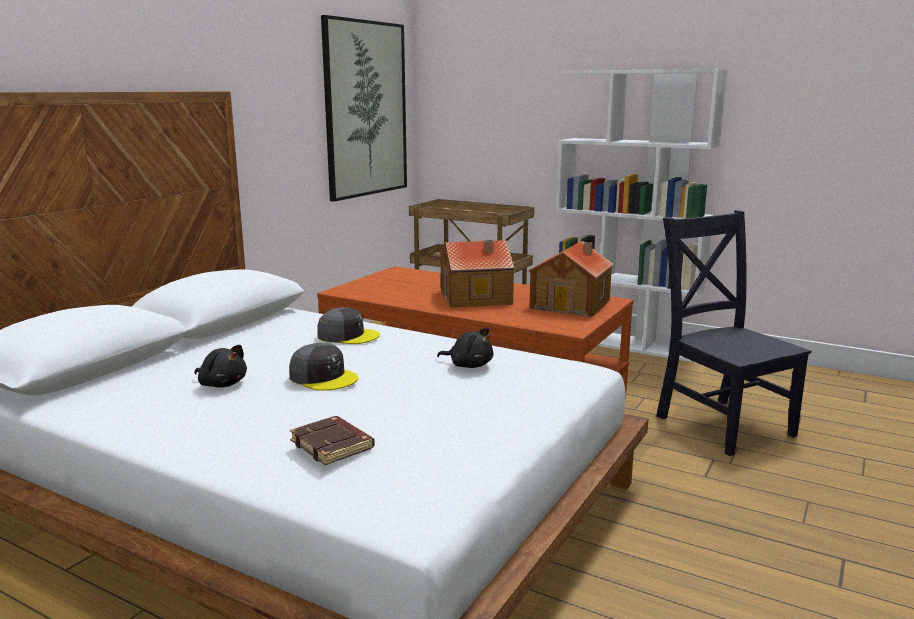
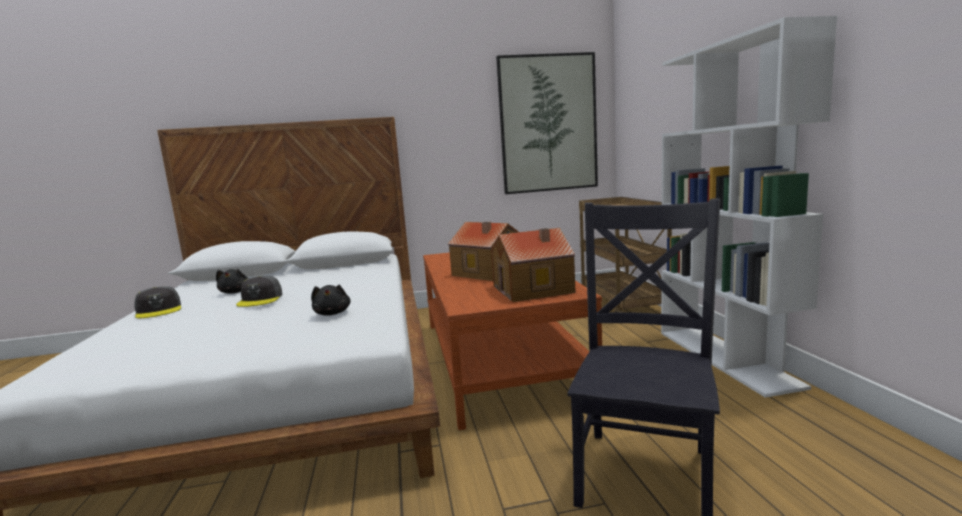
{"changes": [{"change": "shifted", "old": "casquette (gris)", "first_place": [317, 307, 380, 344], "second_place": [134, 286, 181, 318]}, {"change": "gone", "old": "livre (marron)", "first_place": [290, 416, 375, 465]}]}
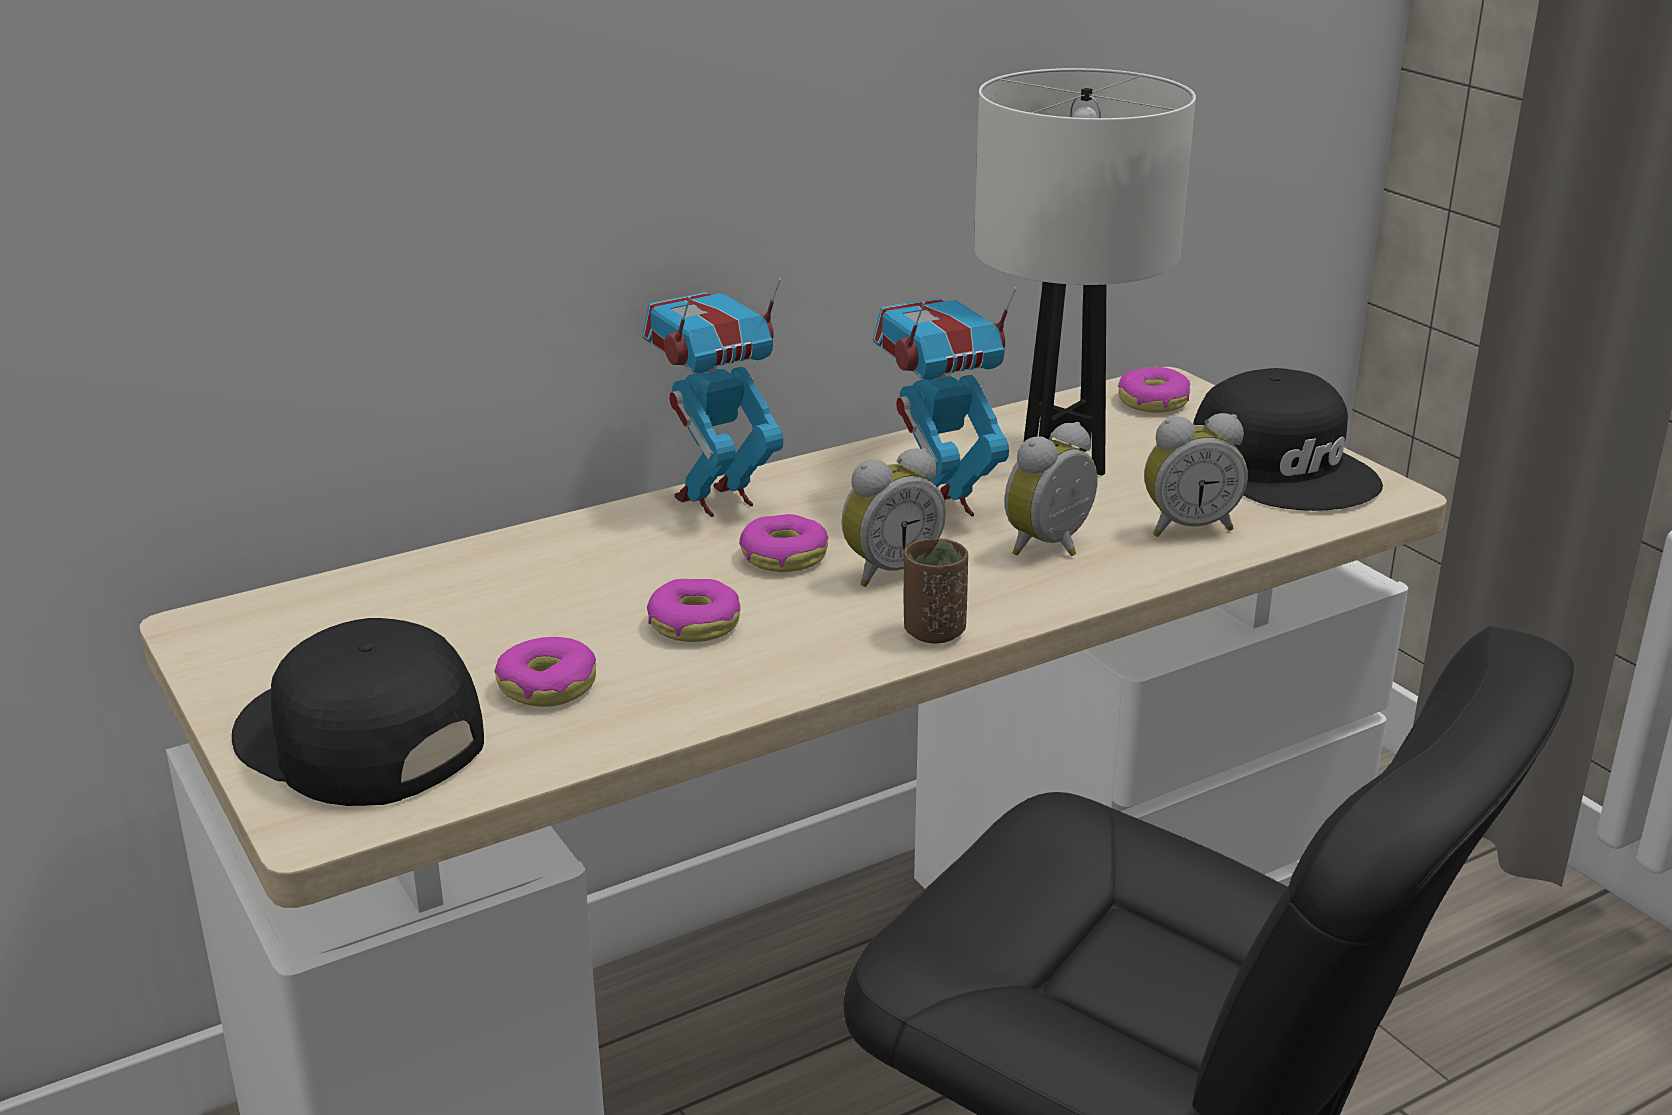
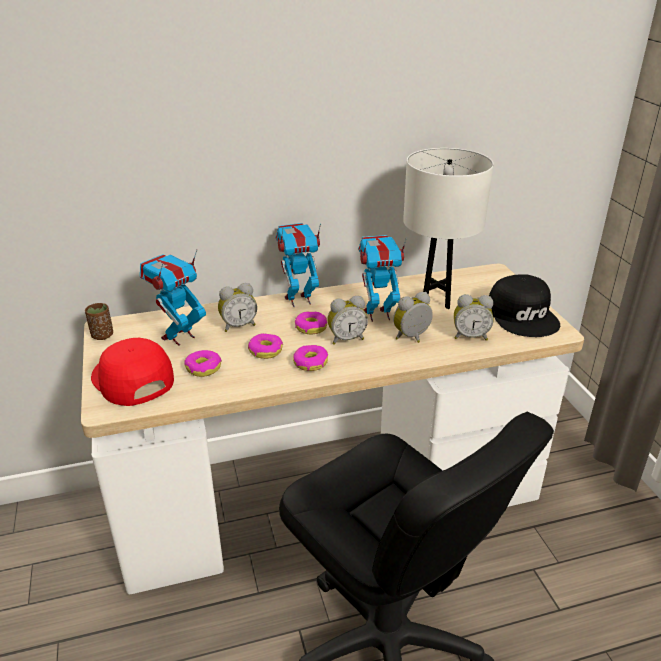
{"changes": [{"change": "shifted", "old": "tasse (marron)", "first_place": [904, 538, 968, 643], "second_place": [85, 303, 113, 340]}, {"change": "repainted", "old": "casquette (noir)", "new": "casquette (rouge)", "first_place": [232, 618, 484, 806], "second_place": [91, 338, 174, 406]}, {"change": "new", "new": "robot jouet", "second_place": [140, 250, 206, 346]}, {"change": "new", "new": "réveil", "second_place": [218, 283, 257, 332]}, {"change": "shifted", "old": "beignet", "first_place": [1118, 367, 1190, 413], "second_place": [293, 345, 328, 371]}]}
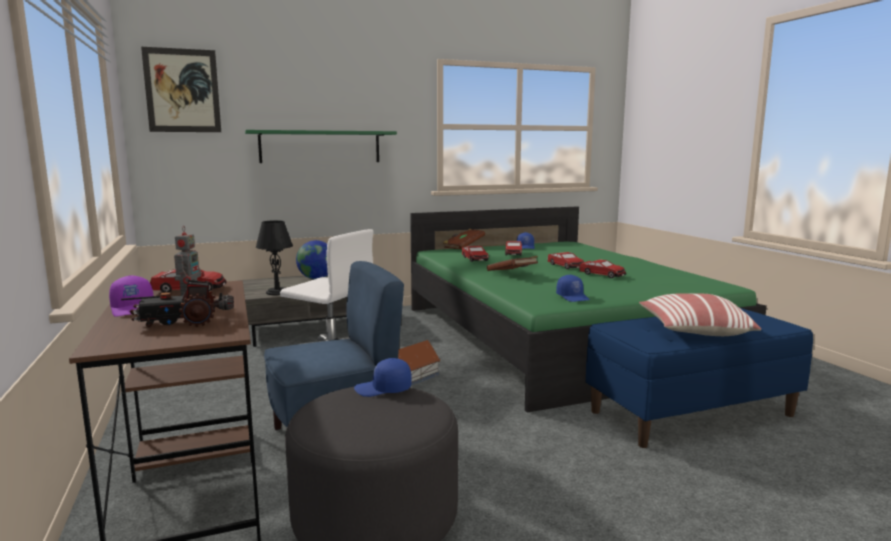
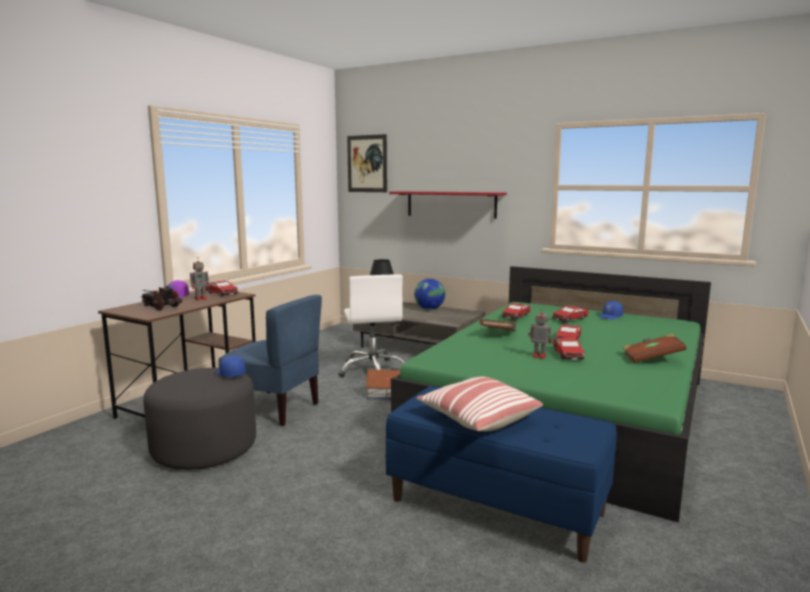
{"changes": [{"change": "repainted", "old": "étagère (vert)", "new": "étagère (rouge)", "first_place": [245, 130, 397, 163], "second_place": [389, 191, 507, 219]}, {"change": "new", "new": "robot jouet", "second_place": [528, 310, 551, 359]}, {"change": "shifted", "old": "livre (marron)", "first_place": [443, 229, 485, 250], "second_place": [623, 334, 686, 363]}, {"change": "gone", "old": "casquette (bleu)", "first_place": [556, 275, 590, 302]}]}
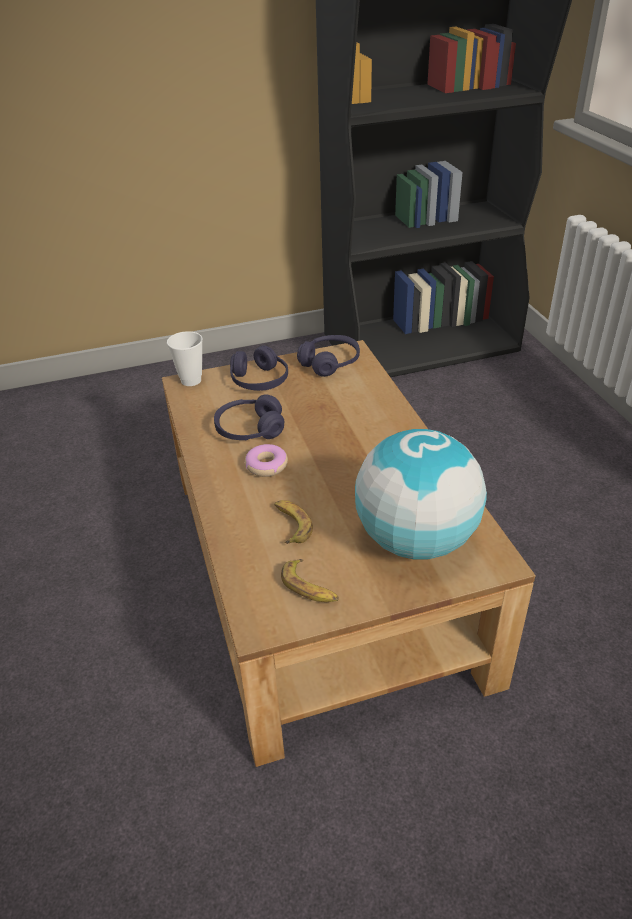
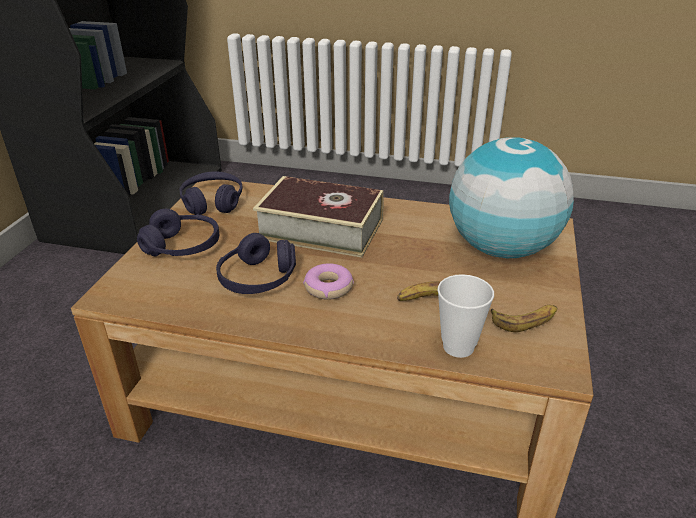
{"changes": [{"change": "new", "new": "livre", "second_place": [253, 176, 384, 258]}, {"change": "shifted", "old": "tasse", "first_place": [167, 331, 203, 386], "second_place": [437, 274, 494, 358]}]}
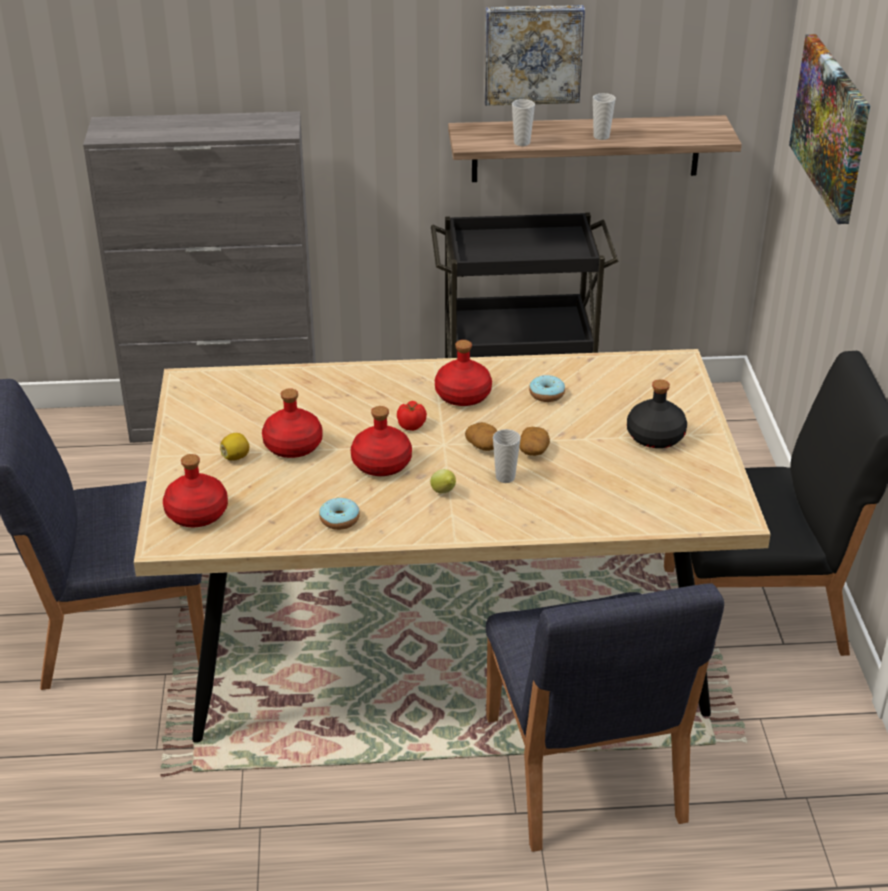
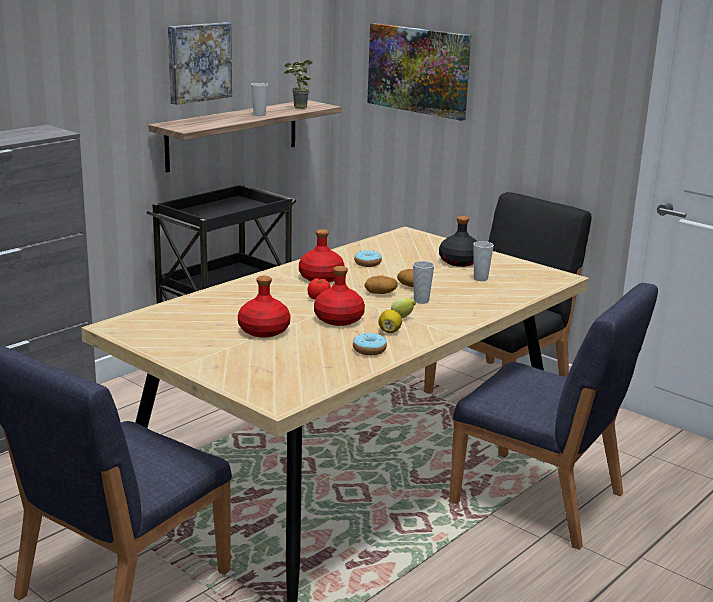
{"changes": [{"change": "new", "new": "plante en pot", "second_place": [284, 60, 312, 109]}, {"change": "shifted", "old": "citron", "first_place": [220, 433, 249, 461], "second_place": [379, 310, 402, 333]}, {"change": "shifted", "old": "tasse", "first_place": [512, 99, 535, 146], "second_place": [473, 241, 494, 281]}, {"change": "gone", "old": "bouteille (rouge)", "first_place": [163, 454, 228, 527]}]}
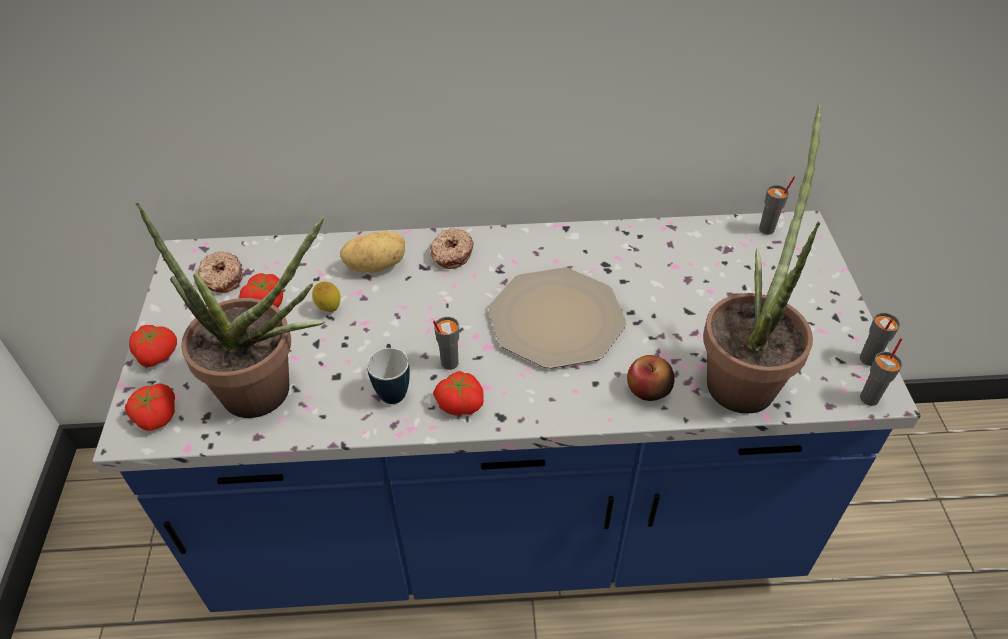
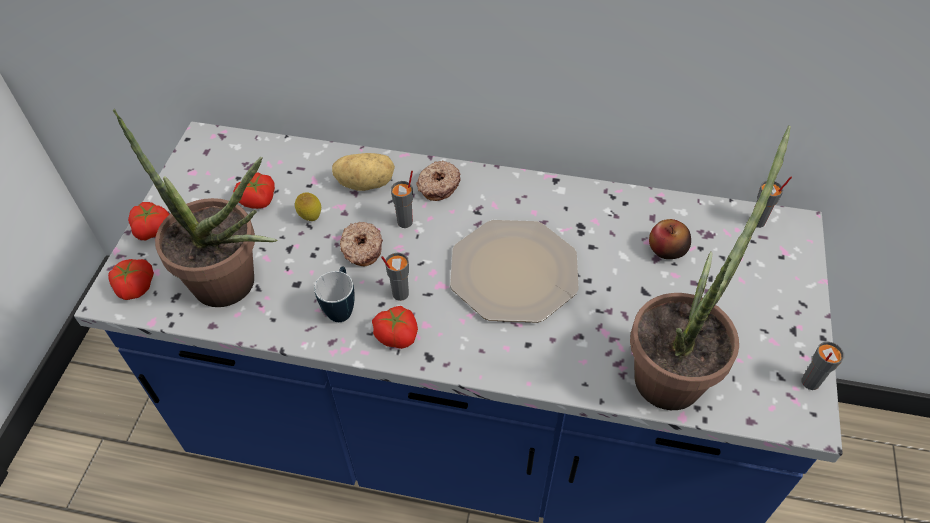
{"changes": [{"change": "shifted", "old": "beignet", "first_place": [199, 252, 243, 293], "second_place": [340, 222, 383, 266]}, {"change": "shifted", "old": "tasse (gris)", "first_place": [860, 338, 902, 406], "second_place": [391, 171, 413, 228]}, {"change": "shifted", "old": "pomme", "first_place": [627, 355, 675, 401], "second_place": [649, 219, 691, 259]}]}
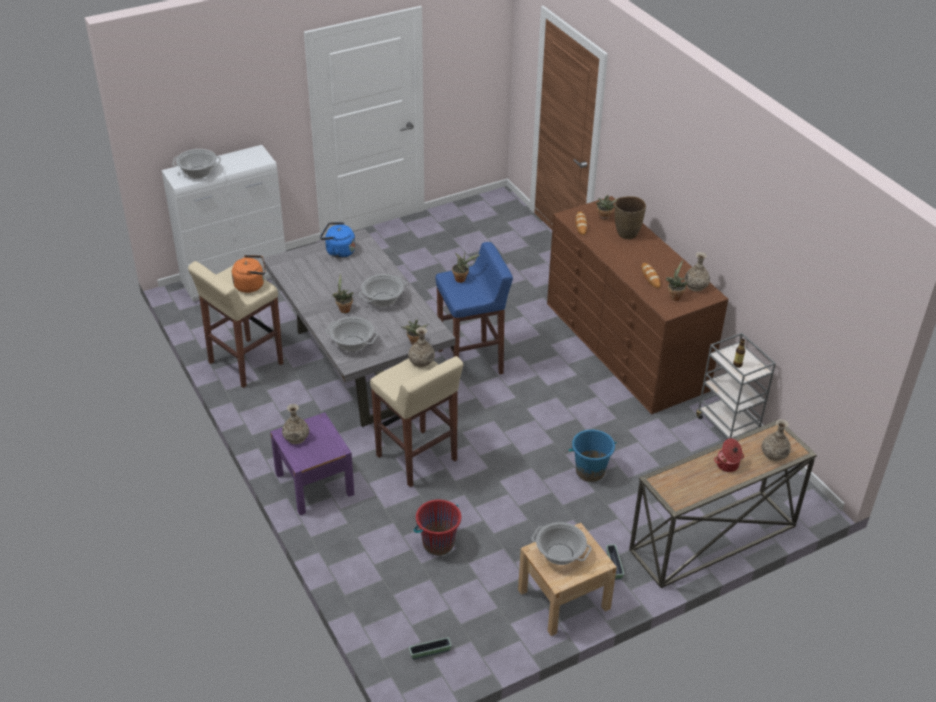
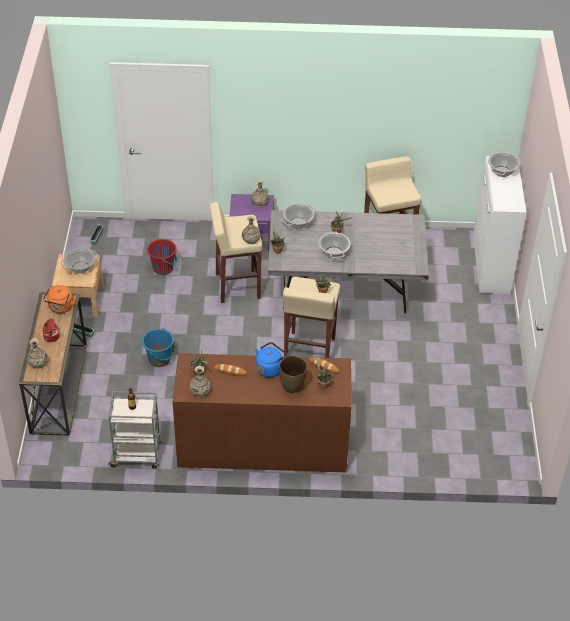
{"changes": [{"change": "shifted", "old": "bouilloire (orange)", "first_place": [232, 255, 266, 293], "second_place": [43, 285, 76, 313]}, {"change": "shifted", "old": "bouilloire (bleu)", "first_place": [320, 222, 355, 258], "second_place": [255, 342, 288, 377]}, {"change": "repainted", "old": "tabouret (bleu)", "new": "tabouret (beige)", "first_place": [436, 242, 513, 374], "second_place": [283, 277, 340, 358]}]}
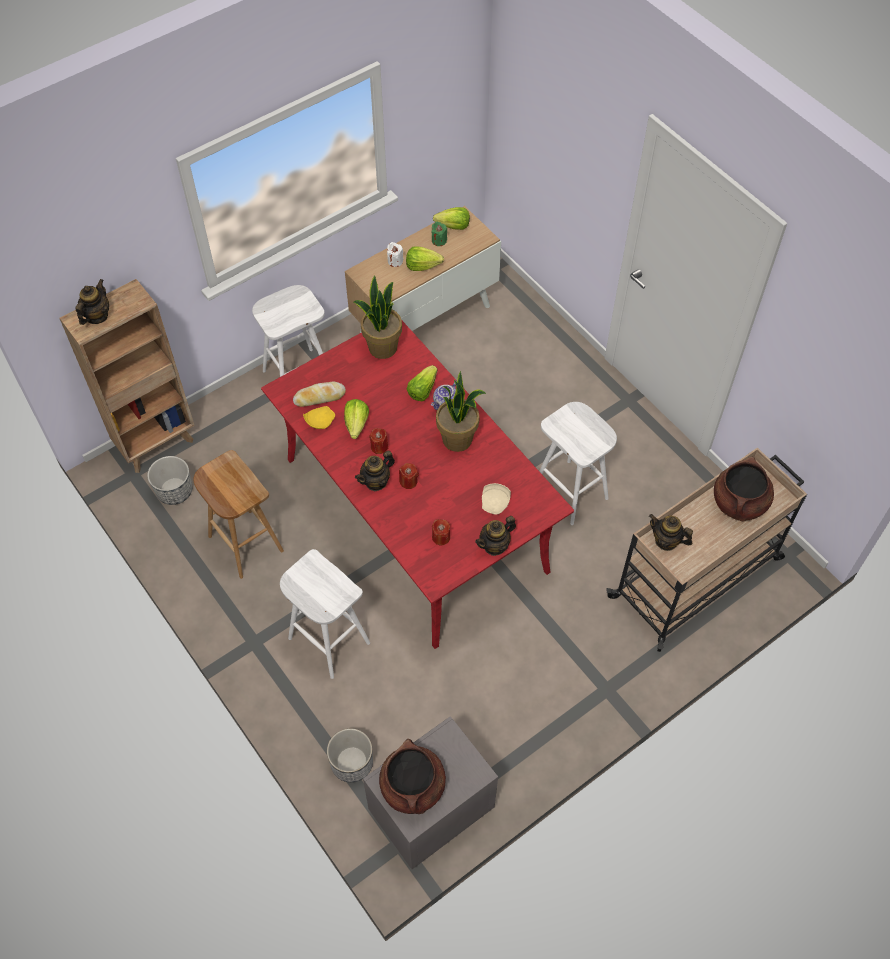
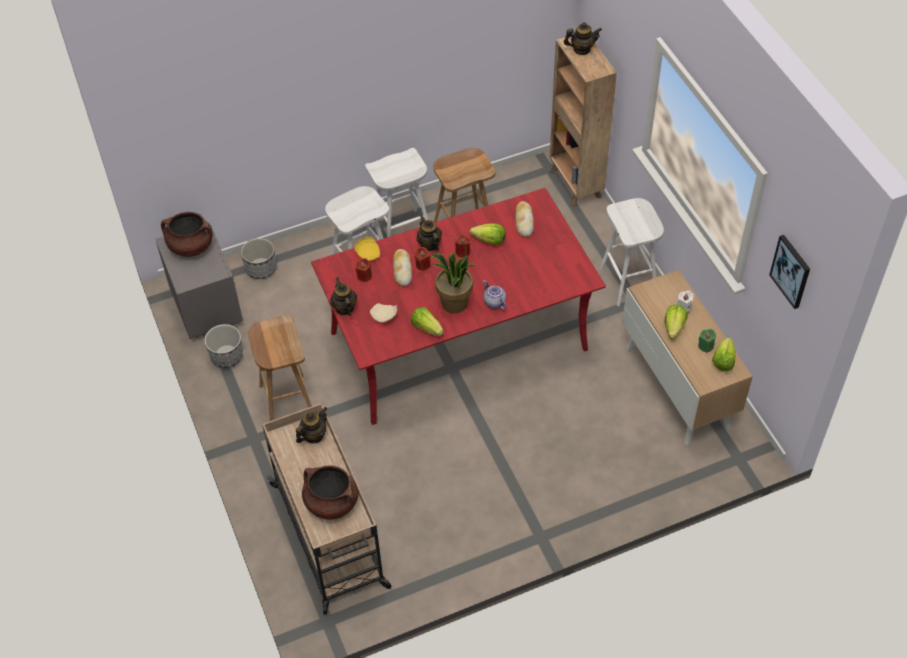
{"changes": [{"change": "shifted", "old": "cache-pot", "first_place": [147, 456, 192, 505], "second_place": [204, 324, 243, 368]}, {"change": "new", "new": "tabouret (marron)", "second_place": [248, 315, 312, 421]}, {"change": "shifted", "old": "assiette (jaune)", "first_place": [303, 406, 335, 429], "second_place": [354, 237, 380, 261]}, {"change": "shifted", "old": "tabouret (blanc)", "first_place": [539, 402, 617, 525], "second_place": [365, 148, 428, 237]}, {"change": "new", "new": "pain", "second_place": [393, 249, 412, 286]}, {"change": "shifted", "old": "laitue", "first_place": [407, 365, 438, 402], "second_place": [411, 307, 443, 336]}, {"change": "rotated", "old": "théière", "first_place": [76, 279, 109, 325], "second_place": [564, 22, 602, 55], "degrees": -45}, {"change": "new", "new": "tableau", "second_place": [769, 235, 810, 309]}, {"change": "gone", "old": "plante en pot", "first_place": [353, 276, 402, 359]}]}
